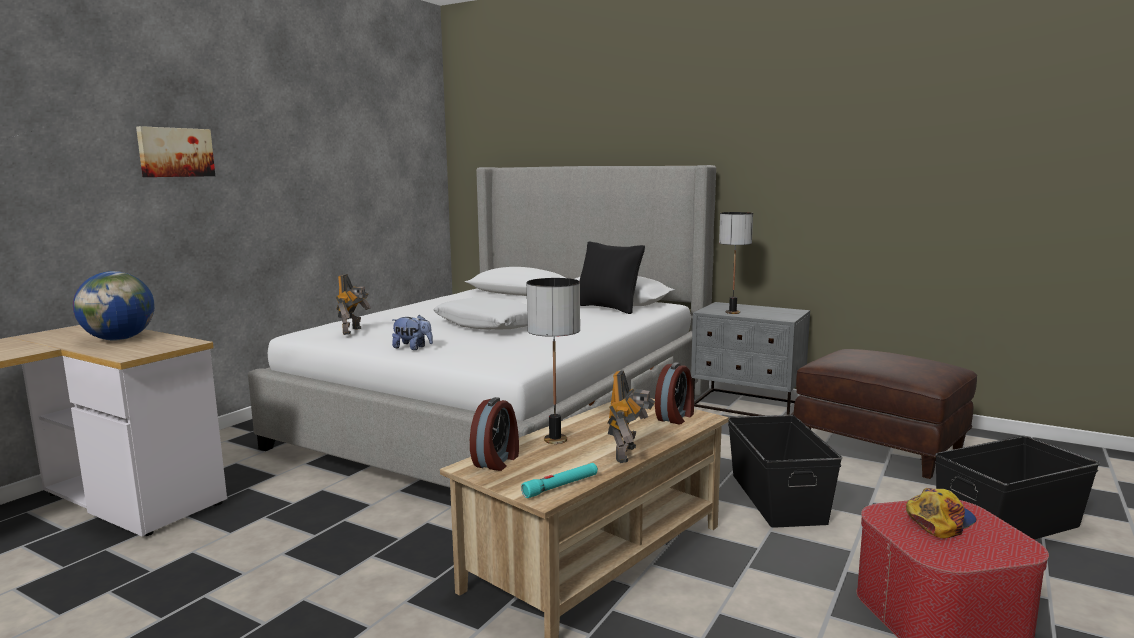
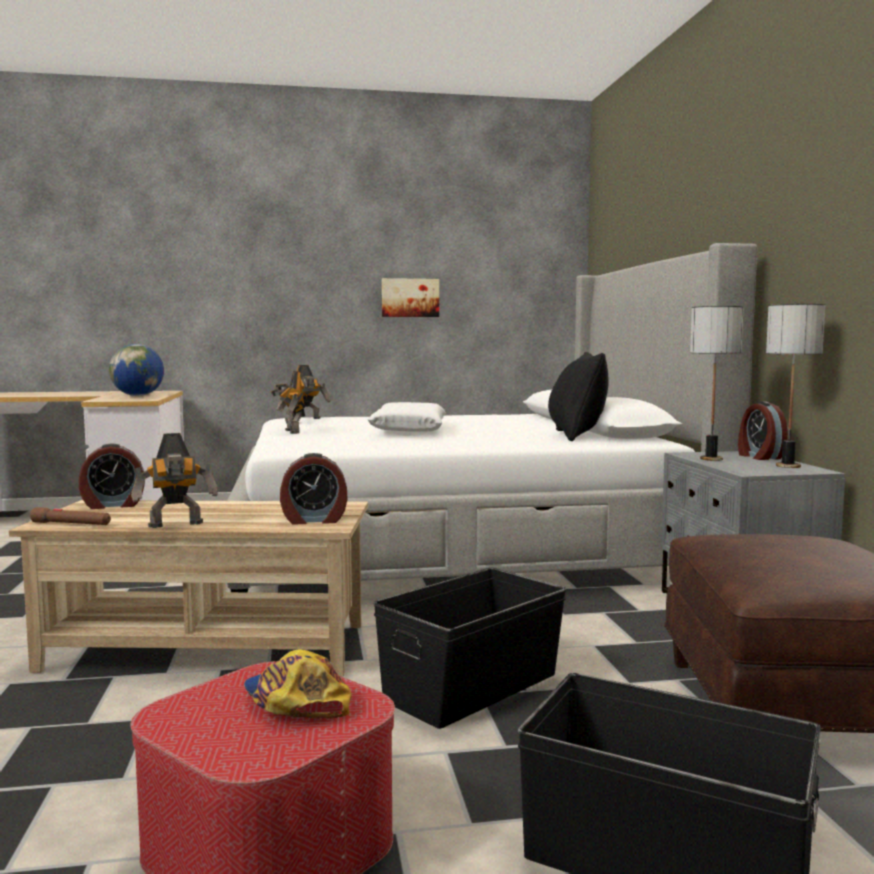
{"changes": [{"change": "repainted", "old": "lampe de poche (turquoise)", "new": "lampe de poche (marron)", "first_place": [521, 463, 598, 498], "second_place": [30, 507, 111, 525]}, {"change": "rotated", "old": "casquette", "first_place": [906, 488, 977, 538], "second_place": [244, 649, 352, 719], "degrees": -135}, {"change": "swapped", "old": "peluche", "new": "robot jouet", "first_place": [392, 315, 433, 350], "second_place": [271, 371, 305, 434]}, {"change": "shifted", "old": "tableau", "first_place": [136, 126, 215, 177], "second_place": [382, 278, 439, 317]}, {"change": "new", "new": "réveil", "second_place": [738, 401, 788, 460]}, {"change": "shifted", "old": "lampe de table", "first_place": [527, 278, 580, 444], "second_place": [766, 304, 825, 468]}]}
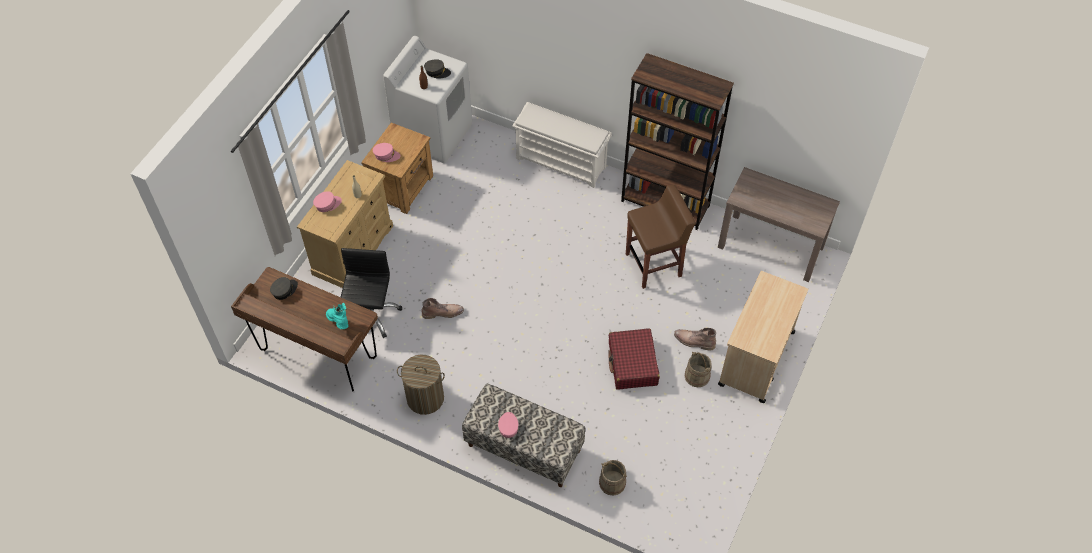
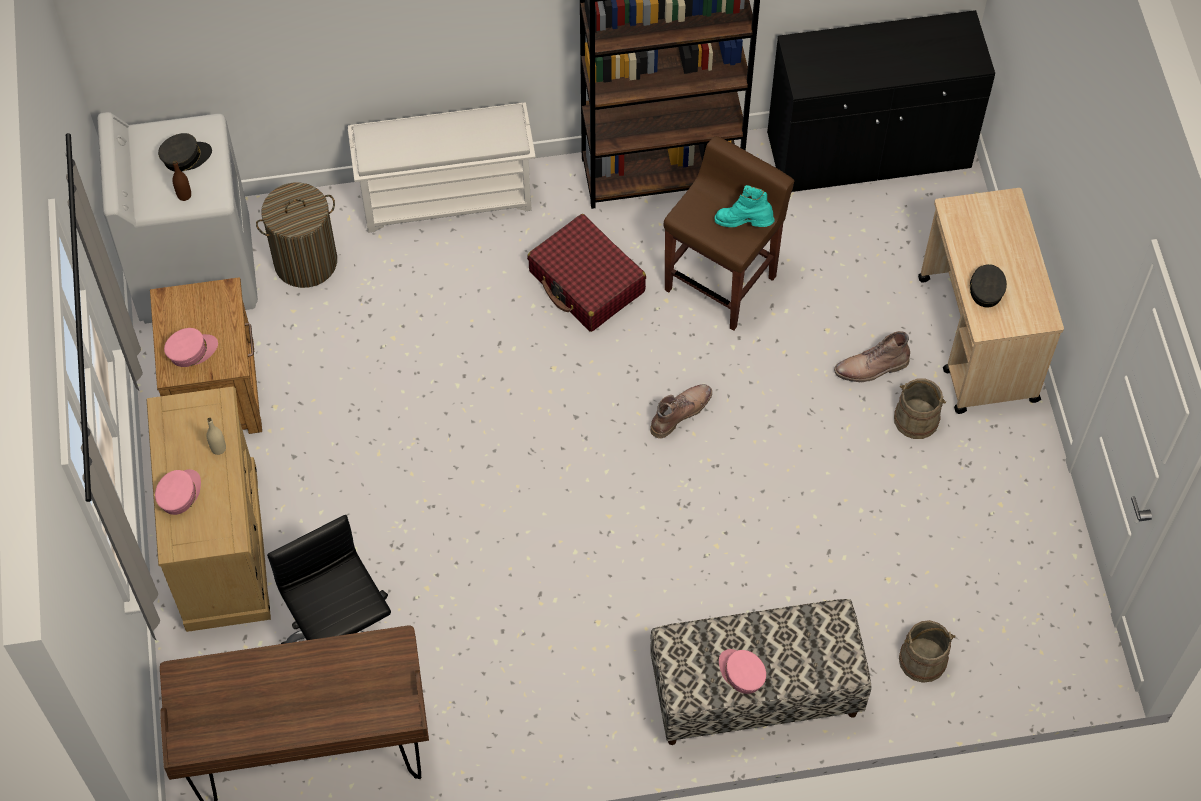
{"changes": [{"change": "shifted", "old": "panier à linge", "first_place": [397, 355, 445, 415], "second_place": [256, 182, 337, 288]}, {"change": "shifted", "old": "valise (rouge)", "first_place": [609, 329, 660, 390], "second_place": [527, 214, 646, 332]}, {"change": "shifted", "old": "botte (marron)", "first_place": [421, 298, 464, 319], "second_place": [650, 384, 712, 439]}, {"change": "shifted", "old": "botte (turquoise)", "first_place": [326, 303, 348, 329], "second_place": [714, 185, 775, 227]}, {"change": "swapped", "old": "table console (marron)", "new": "meuble de rangement (noir)", "first_place": [718, 167, 840, 282], "second_place": [767, 10, 995, 192]}, {"change": "shifted", "old": "casquette (gris)", "first_place": [270, 277, 298, 300], "second_place": [970, 264, 1007, 308]}]}
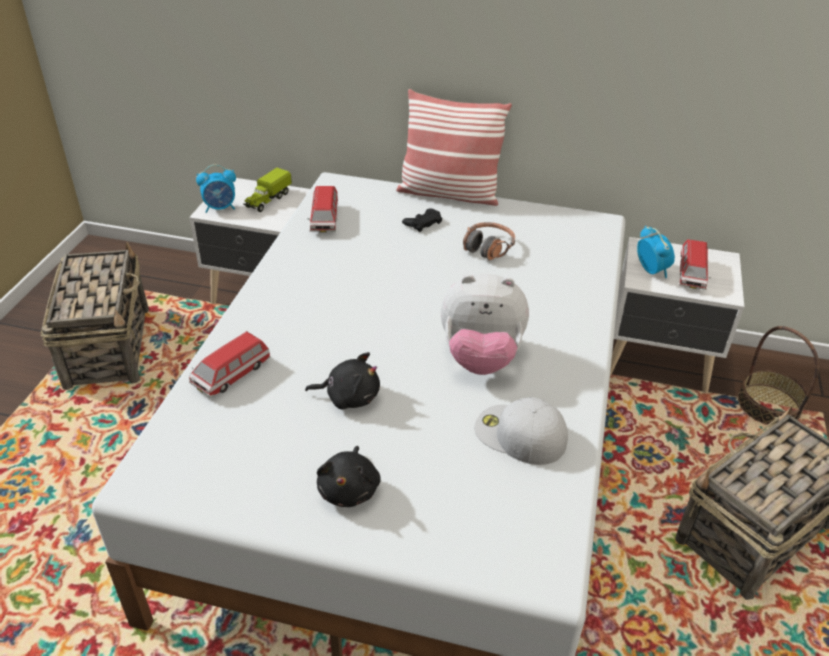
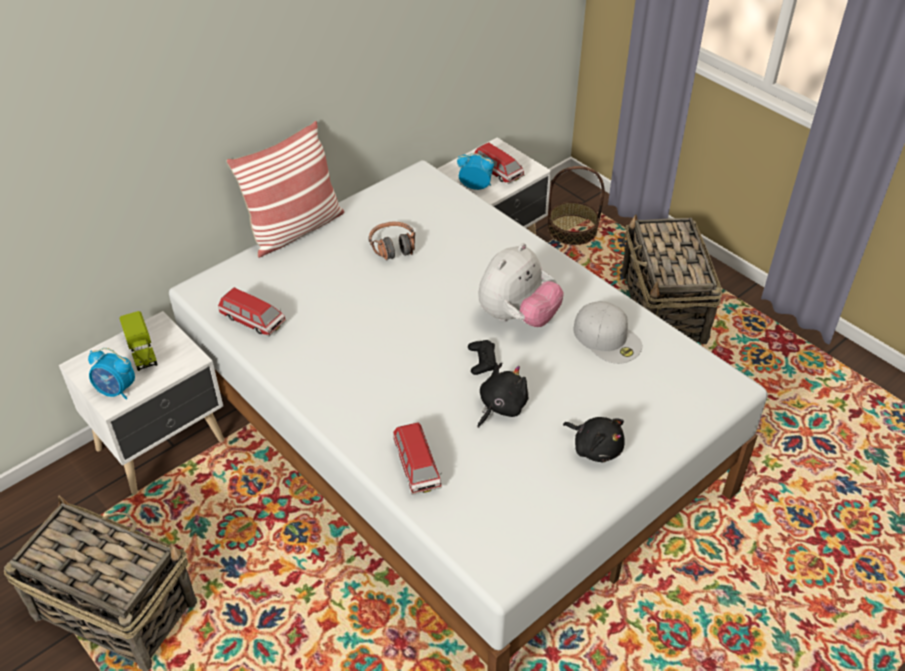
{"changes": [{"change": "rotated", "old": "réveil", "first_place": [196, 164, 236, 213], "second_place": [88, 348, 135, 400], "degrees": 90}, {"change": "shifted", "old": "manette (noir)", "first_place": [402, 208, 443, 232], "second_place": [468, 340, 498, 375]}, {"change": "rotated", "old": "casquette (blanc)", "first_place": [474, 397, 568, 465], "second_place": [573, 301, 642, 364], "degrees": -105}]}
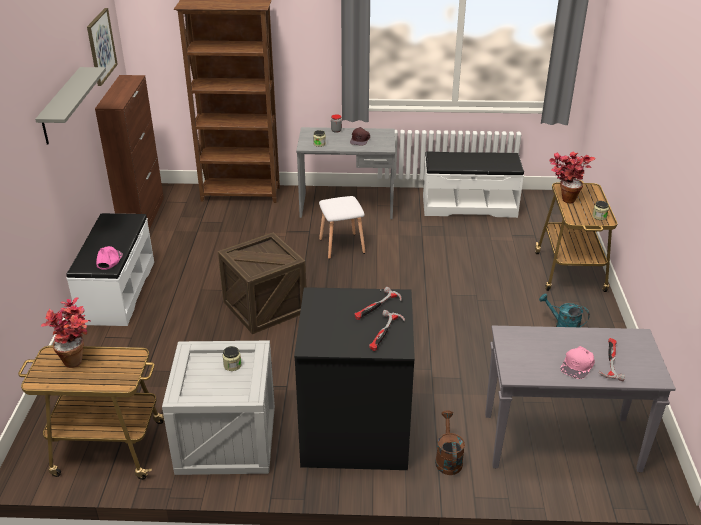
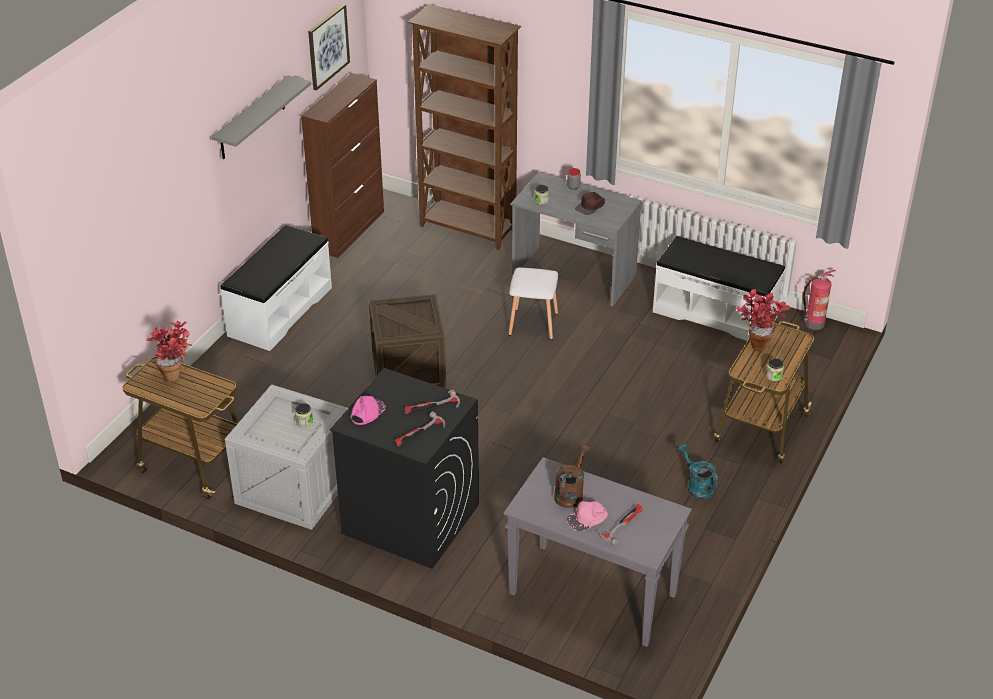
{"changes": [{"change": "shifted", "old": "casquette (rose)", "first_place": [96, 246, 123, 270], "second_place": [350, 396, 386, 425]}, {"change": "shifted", "old": "arrosoir (marron)", "first_place": [435, 410, 465, 475], "second_place": [554, 444, 590, 508]}, {"change": "new", "new": "extincteur", "second_place": [803, 270, 836, 330]}]}
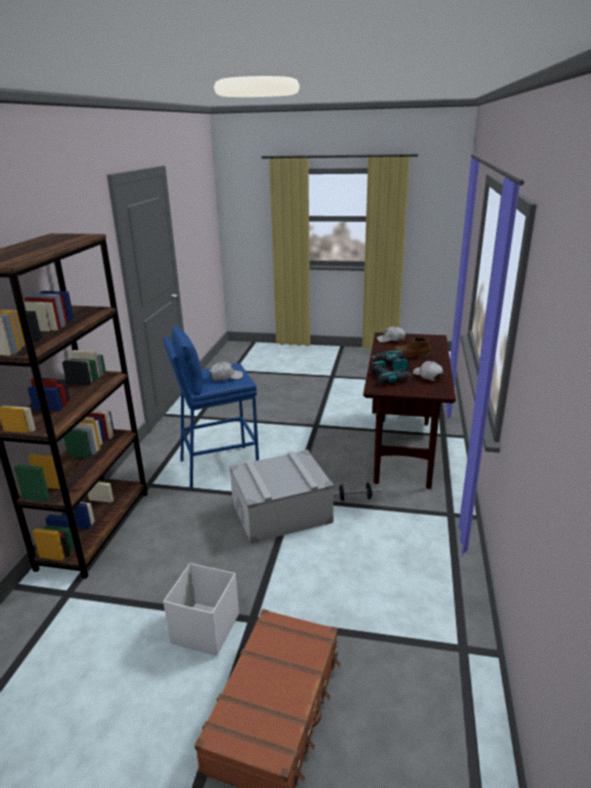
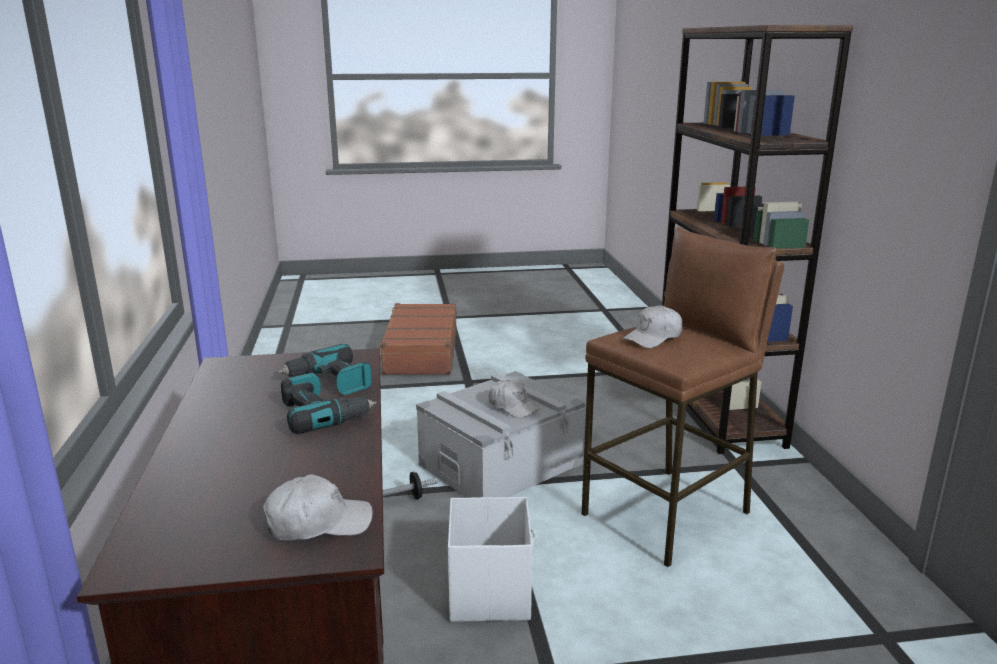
{"changes": [{"change": "shifted", "old": "boîte de rangement (blanc)", "first_place": [163, 563, 239, 656], "second_place": [448, 497, 535, 622]}, {"change": "shifted", "old": "casquette (blanc)", "first_place": [413, 361, 443, 381], "second_place": [488, 379, 540, 418]}, {"change": "repainted", "old": "tabouret (bleu)", "new": "tabouret (marron)", "first_place": [163, 326, 259, 488], "second_place": [582, 227, 784, 567]}, {"change": "gone", "old": "botte (marron)", "first_place": [393, 337, 430, 358]}]}
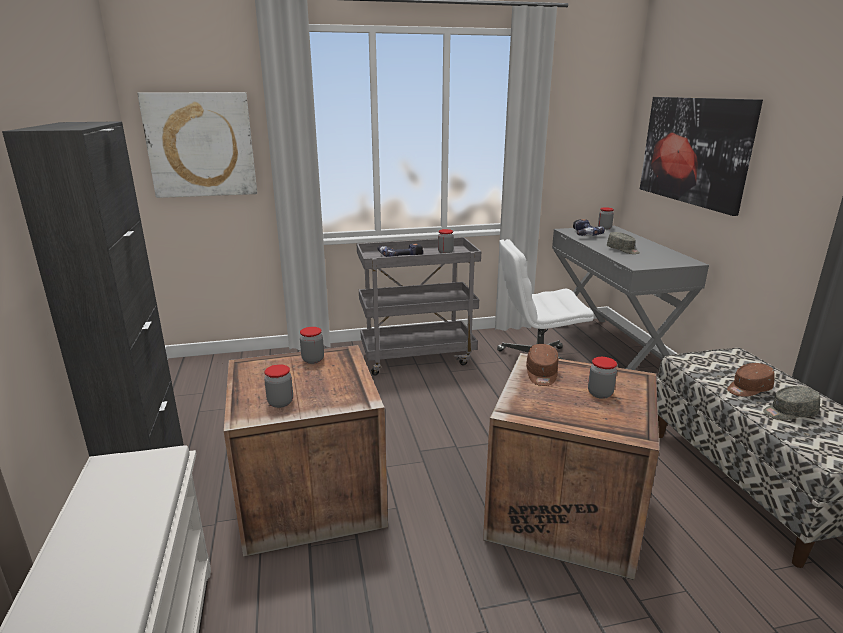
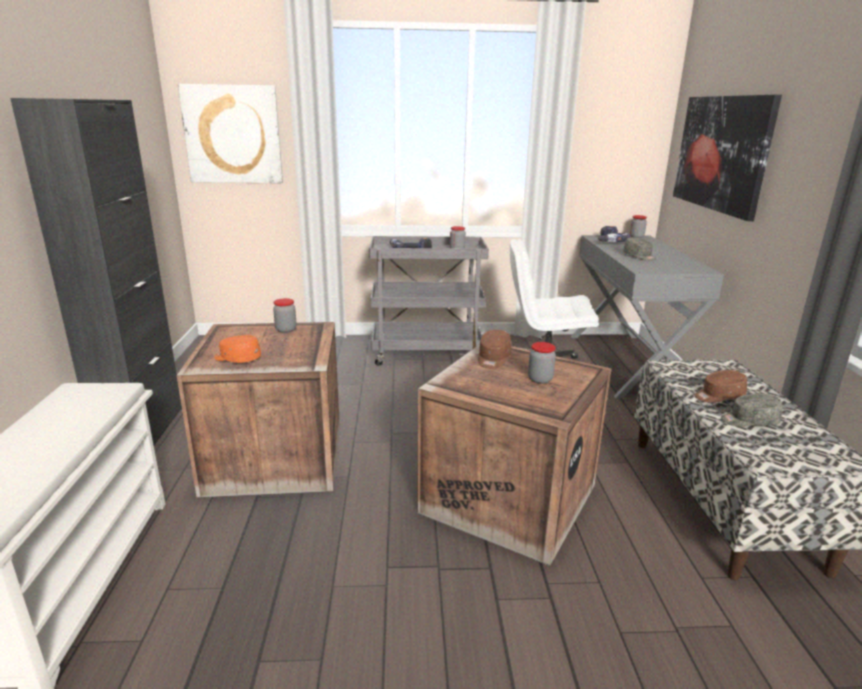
{"changes": [{"change": "swapped", "old": "bocal", "new": "casquette (orange)", "first_place": [264, 364, 293, 408], "second_place": [214, 335, 261, 363]}]}
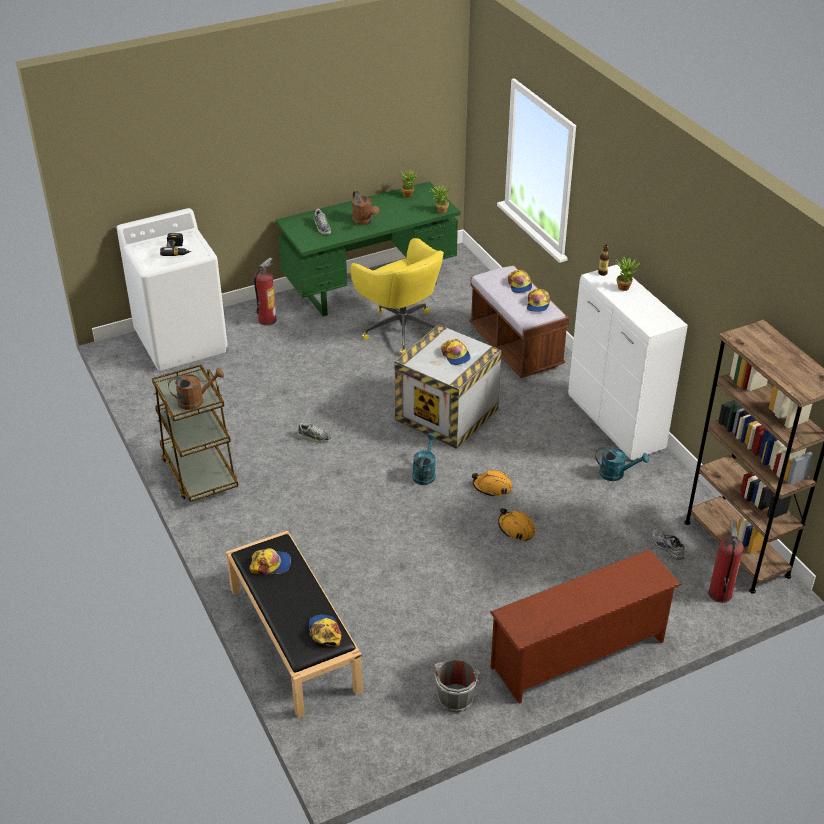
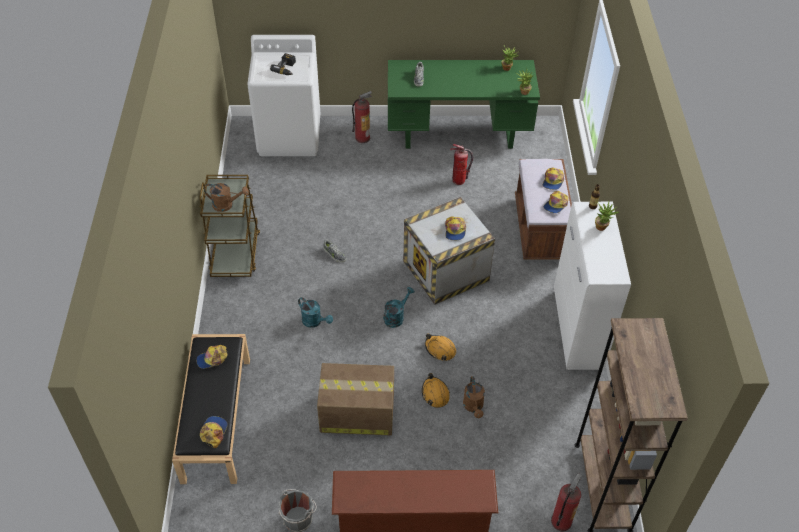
{"changes": [{"change": "rotated", "old": "casquette", "first_place": [249, 548, 291, 575], "second_place": [196, 345, 228, 369], "degrees": 135}, {"change": "shifted", "old": "arrosoir (turquoise)", "first_place": [595, 447, 649, 481], "second_place": [298, 297, 333, 328]}, {"change": "new", "new": "carton", "second_place": [317, 363, 394, 435]}, {"change": "swapped", "old": "chaise de bureau (jaune)", "new": "extincteur", "first_place": [350, 238, 444, 355], "second_place": [450, 144, 473, 185]}, {"change": "shifted", "old": "arrosoir (marron)", "first_place": [352, 191, 379, 225], "second_place": [463, 376, 485, 418]}, {"change": "gone", "old": "chaussure (gris)", "first_place": [652, 528, 685, 560]}]}
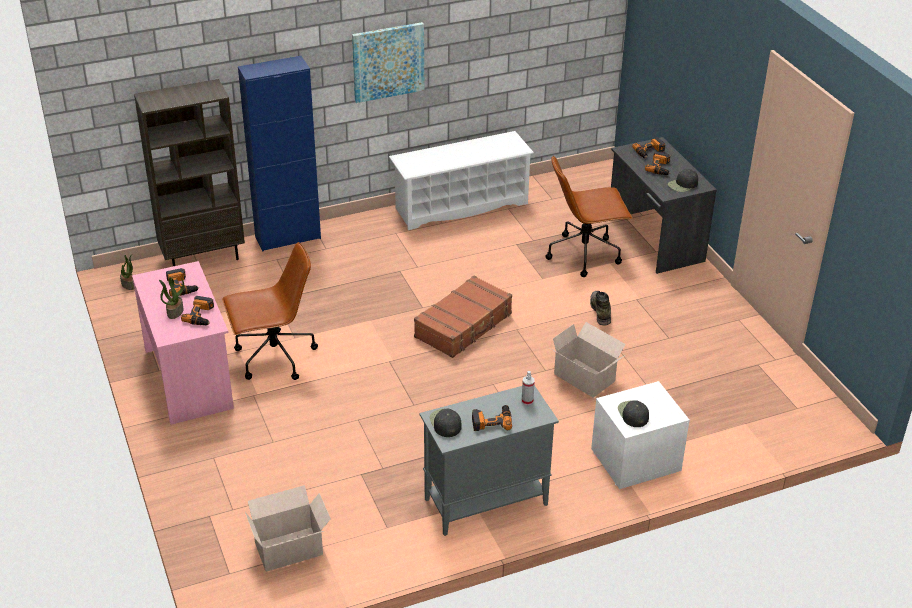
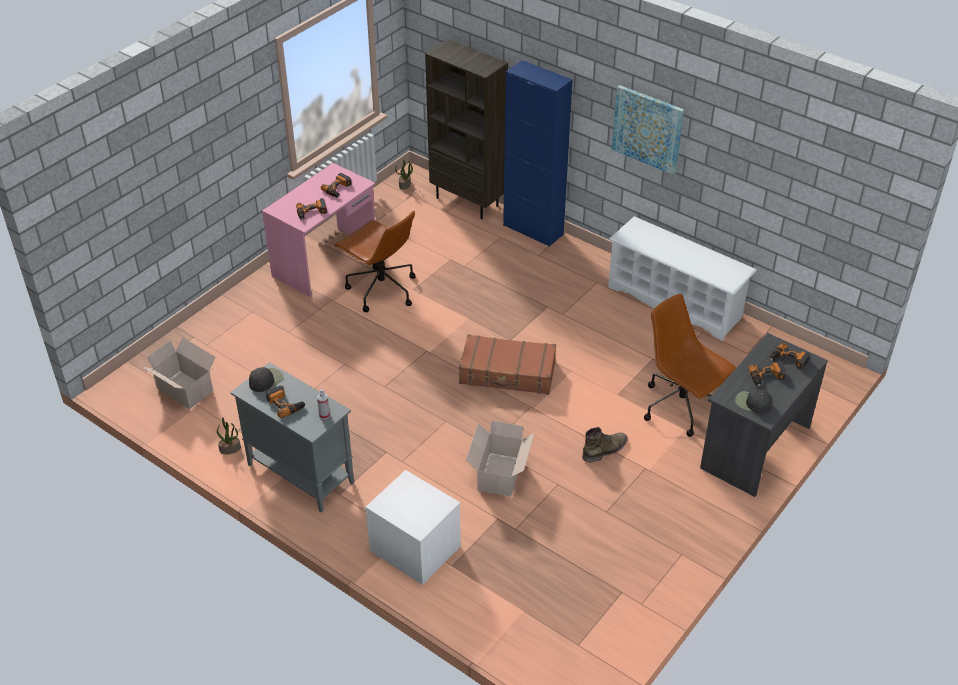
{"changes": [{"change": "shifted", "old": "plante en pot", "first_place": [159, 277, 184, 319], "second_place": [217, 417, 241, 454]}, {"change": "gone", "old": "casquette (noir)", "first_place": [618, 400, 649, 427]}]}
